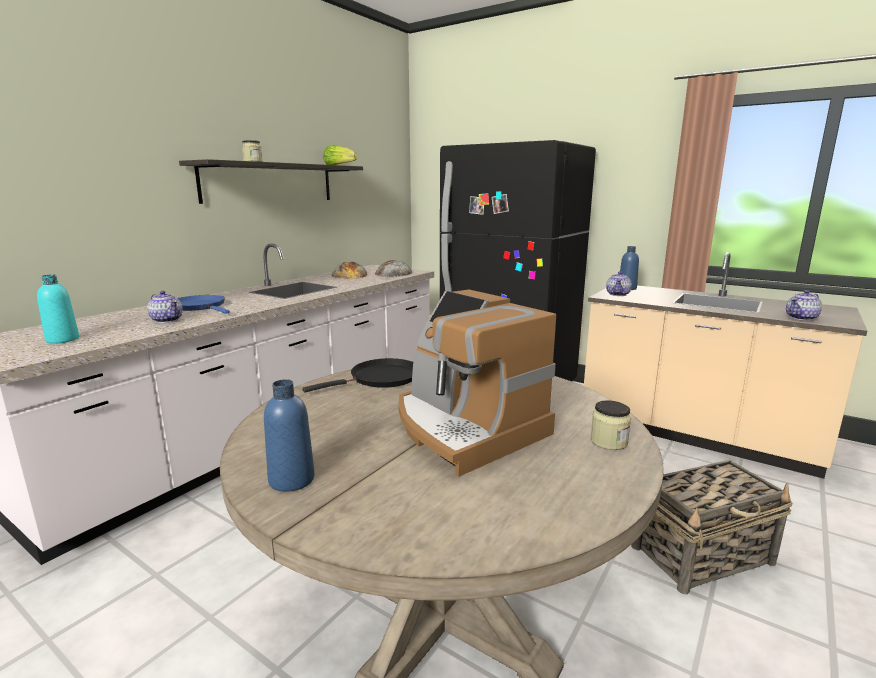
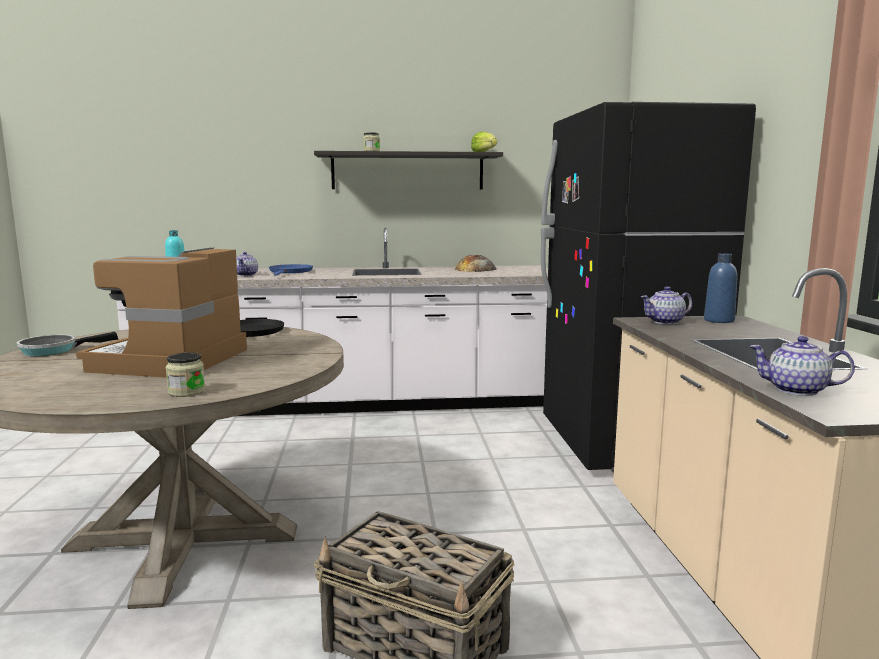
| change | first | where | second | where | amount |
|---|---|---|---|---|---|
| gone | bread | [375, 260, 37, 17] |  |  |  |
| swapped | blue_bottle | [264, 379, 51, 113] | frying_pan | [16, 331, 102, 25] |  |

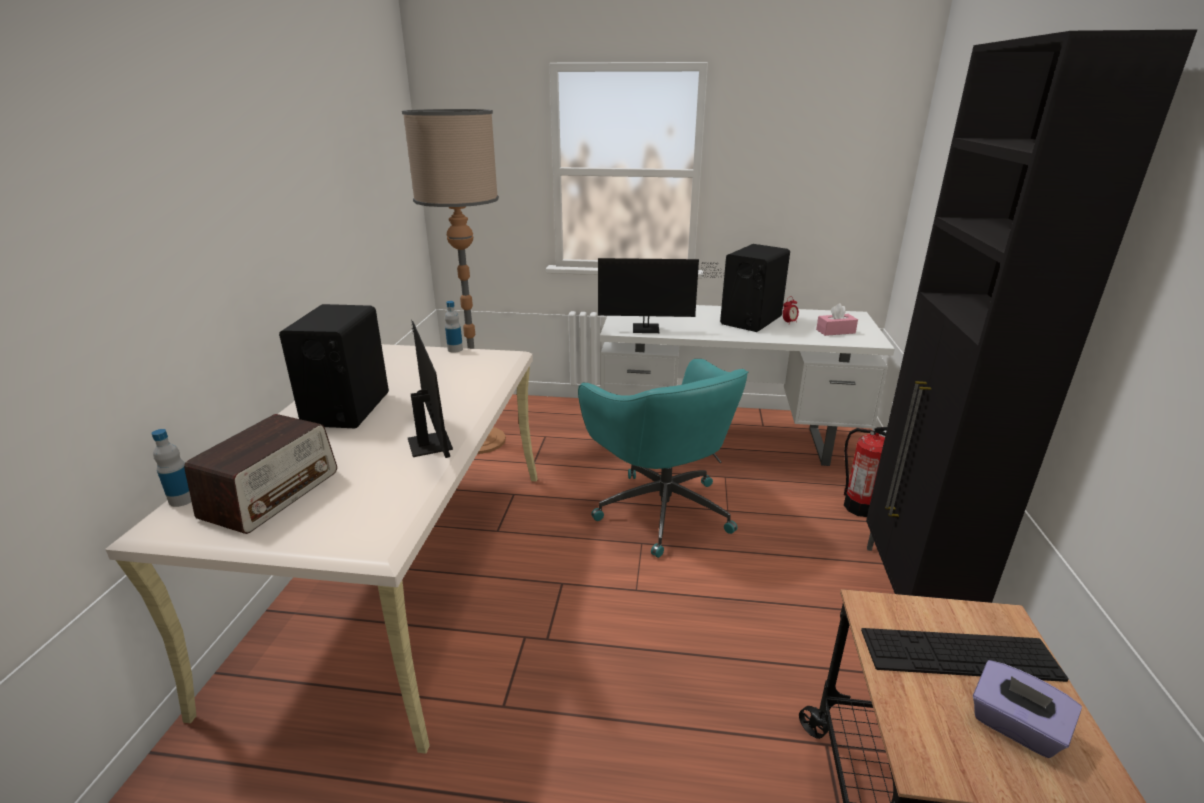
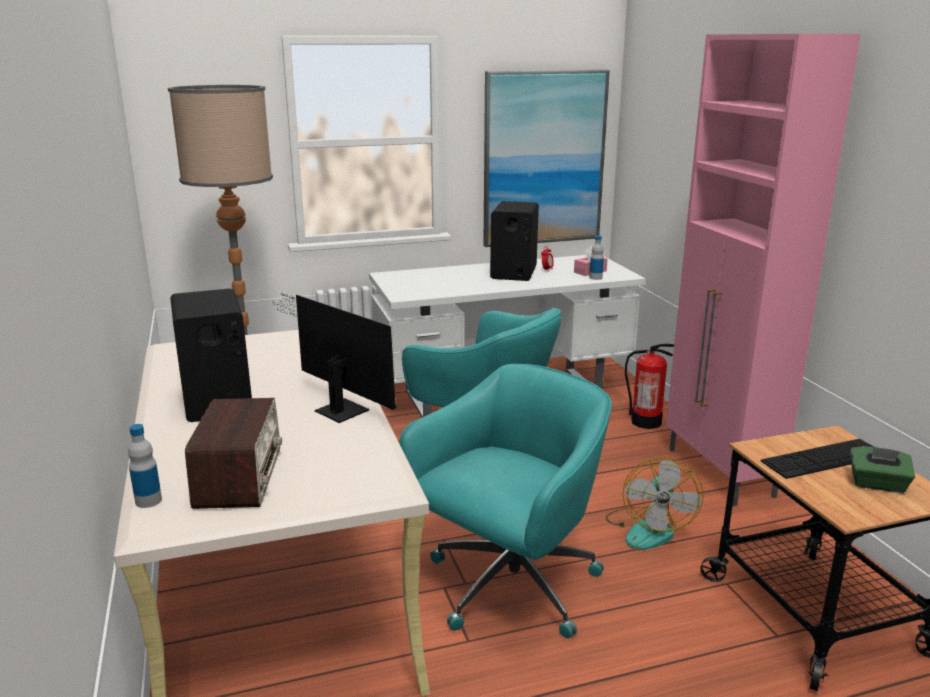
| change | first | where | second | where | amount |
|---|---|---|---|---|---|
| repainted | black_cabinet | [866, 29, 332, 574] | pink_cabinet | [666, 34, 195, 472] |  |
| gone | monitor | [598, 258, 126, 75] |  |  |  |
| shifted | bottle | [445, 301, 18, 52] |  | [589, 235, 15, 45] |  |
| repainted | purple_tissue_box | [973, 660, 109, 98] | green_tissue_box | [850, 446, 65, 47] |  |
| new |  |  | picture | [483, 70, 127, 177] |  |
| new |  |  | turquoise_office_chair | [399, 364, 213, 274] |  |
| new |  |  | fan | [605, 457, 98, 93] |  |

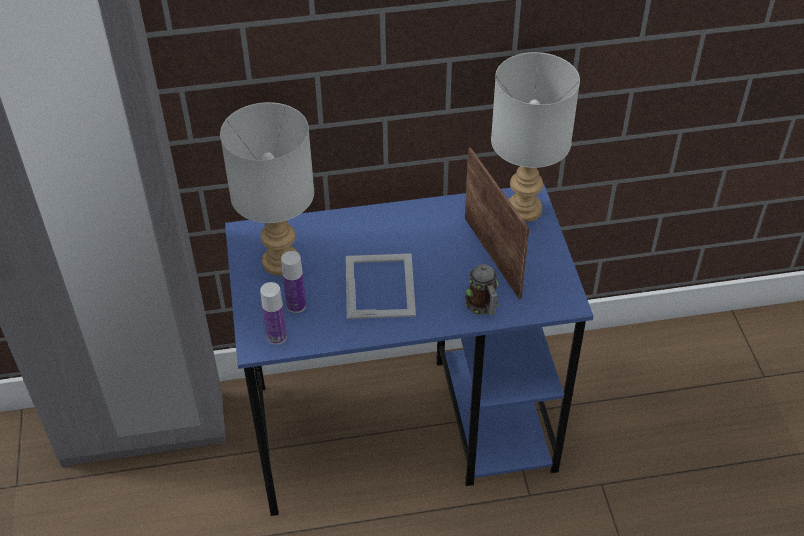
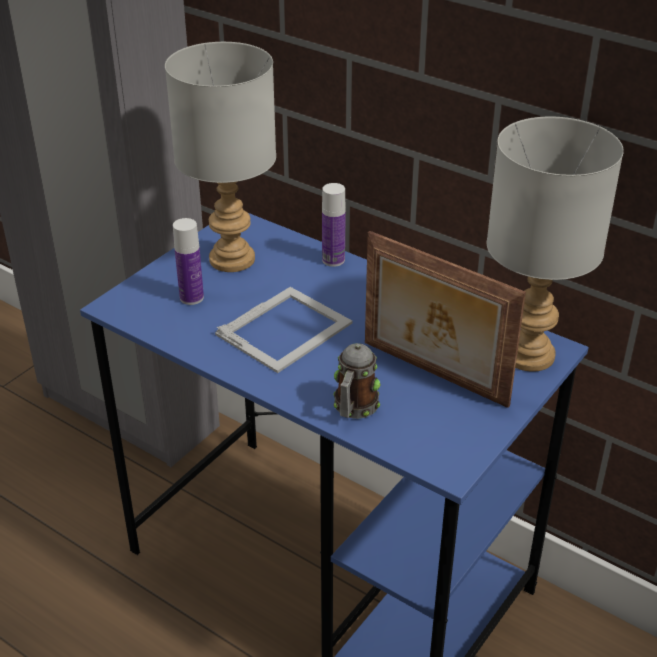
| change | first | where | second | where | amount |
|---|---|---|---|---|---|
| rotated | picture_frame | [465, 148, 64, 151] |  | [365, 231, 161, 177] | 105 degrees clockwise |
| shifted | bottle | [260, 282, 27, 63] |  | [322, 183, 24, 84] |  |

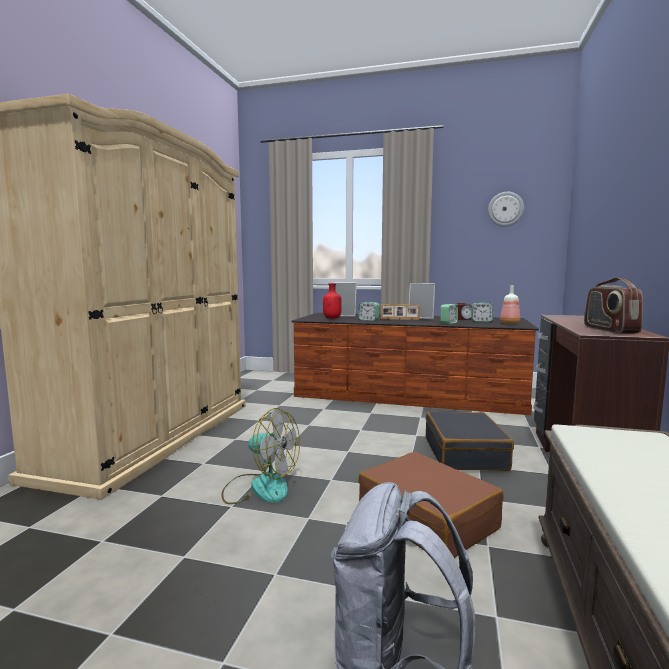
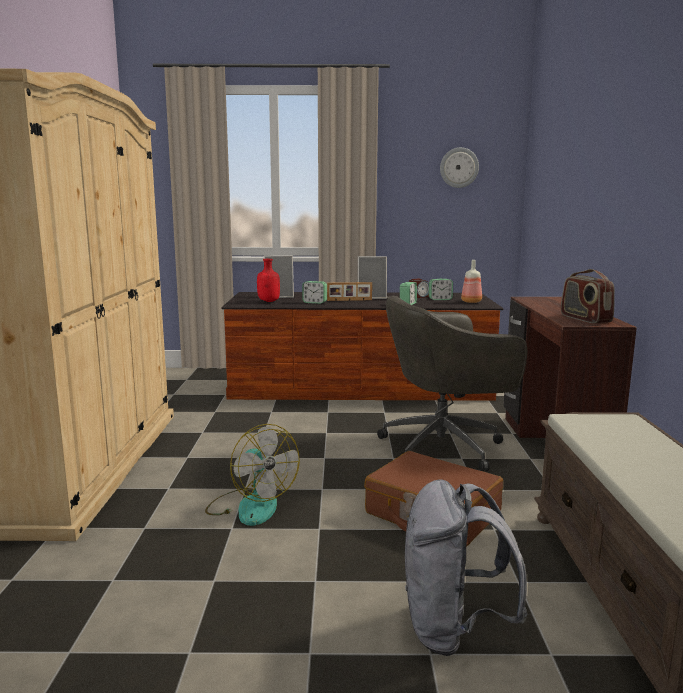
| change | first | where | second | where | amount |
|---|---|---|---|---|---|
| rotated | fan | [221, 408, 79, 96] |  | [205, 424, 95, 102] | 45 degrees clockwise |
| swapped | black_suitcase | [426, 412, 88, 59] | grey_office_chair | [377, 296, 150, 175] |  |

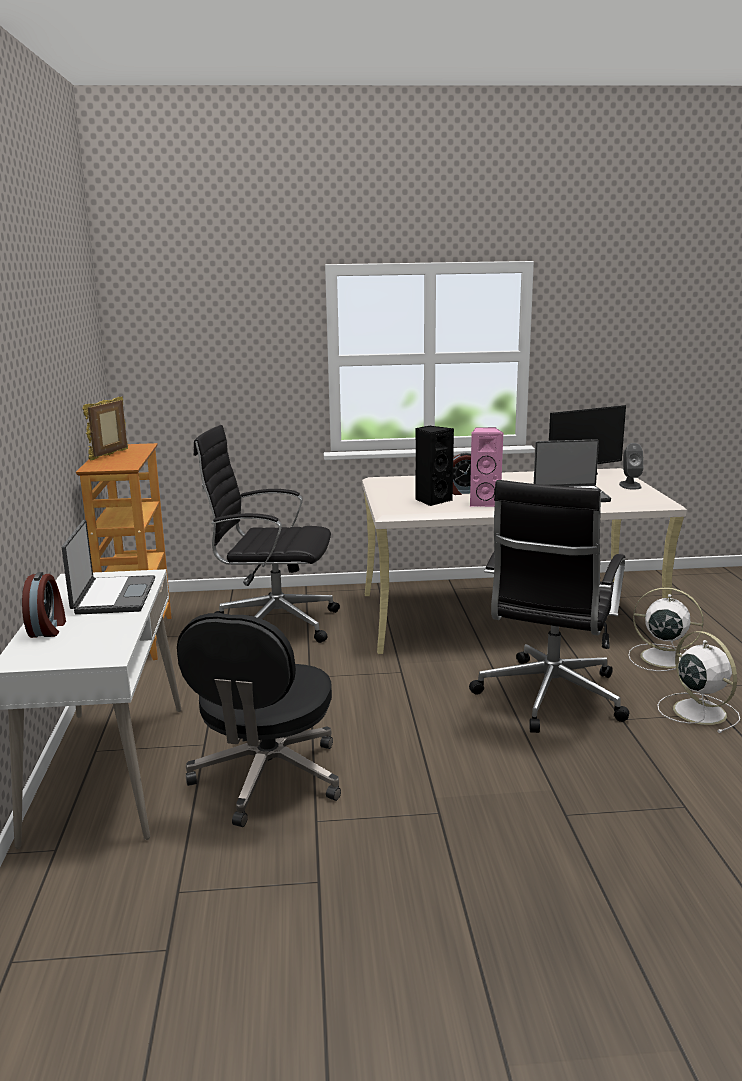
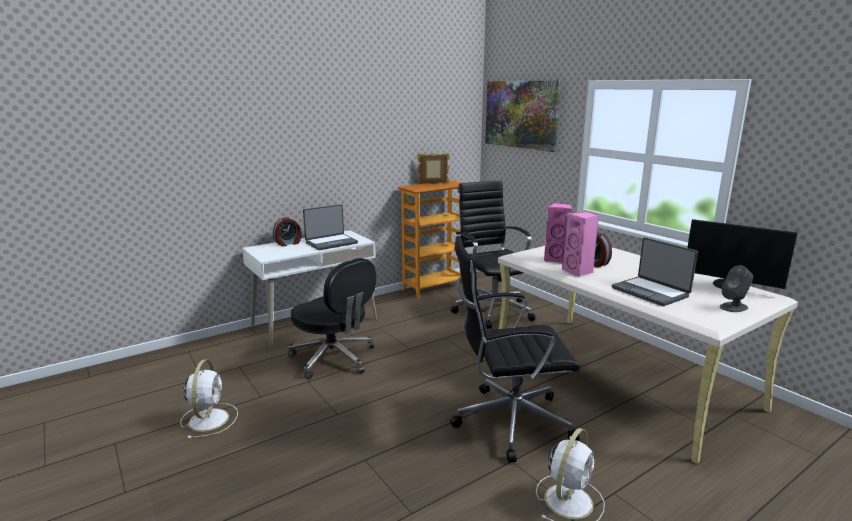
| change | first | where | second | where | amount |
|---|---|---|---|---|---|
| repainted | black_speaker | [415, 426, 39, 80] | pink_speaker | [544, 203, 28, 60] |  |
| shifted | white_fan | [628, 587, 76, 84] |  | [180, 359, 58, 80] |  |
| rotated | black_office_chair | [177, 613, 164, 214] |  | [288, 258, 88, 121] | 120 degrees counterclockwise |
| new |  |  | picture | [485, 80, 76, 72] |  |

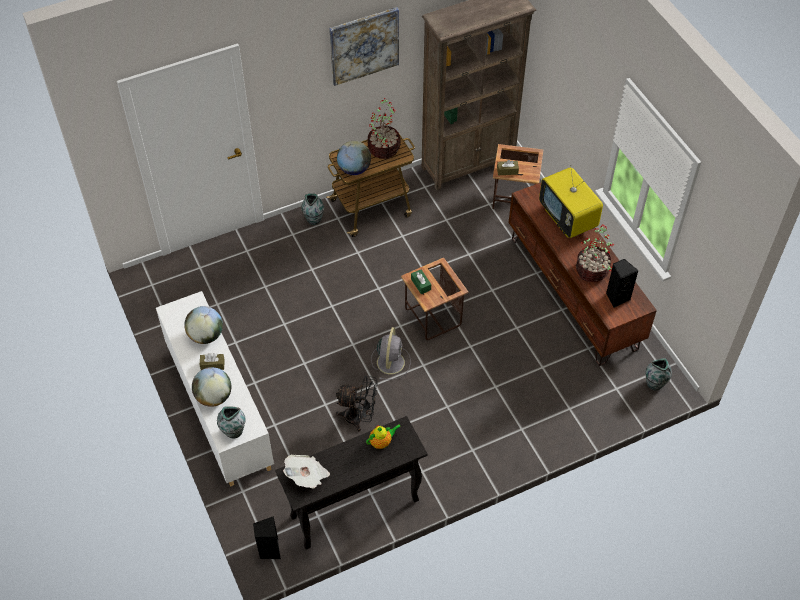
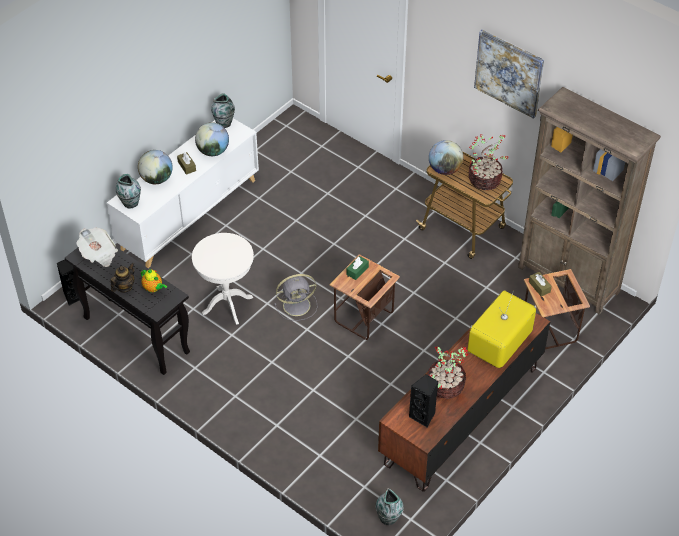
| change | first | where | second | where | amount |
|---|---|---|---|---|---|
| shifted | vase | [301, 193, 23, 32] |  | [211, 93, 24, 35] |  |
| swapped | black_fan | [336, 376, 42, 55] | white_side_table | [192, 233, 62, 92] |  |
| new |  |  | teapot | [111, 263, 23, 30] |  |

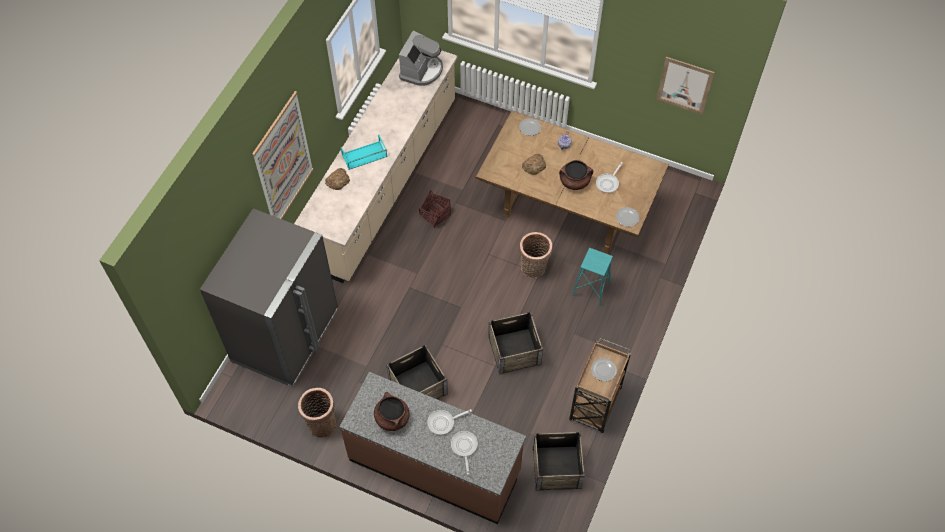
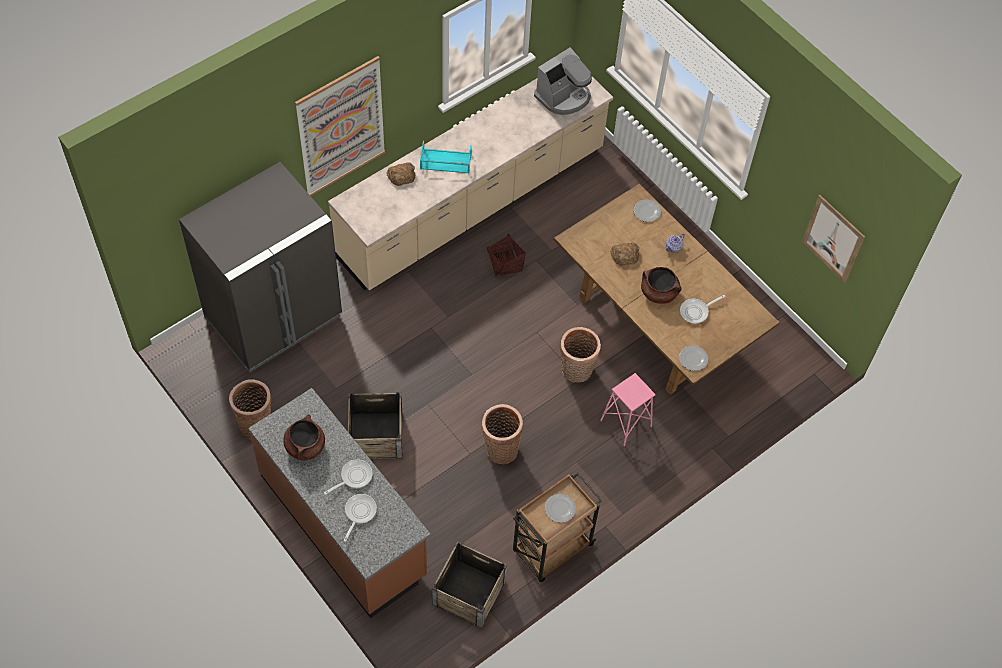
| change | first | where | second | where | amount |
|---|---|---|---|---|---|
| repainted | turquoise_stool | [572, 248, 41, 58] | pink_stool | [600, 373, 56, 73] |  |
| swapped | crate | [488, 312, 55, 63] | basket | [481, 404, 42, 60] |  |
| rotated | frying_pan | [427, 409, 45, 26] |  | [324, 459, 49, 36] | 135 degrees clockwise |

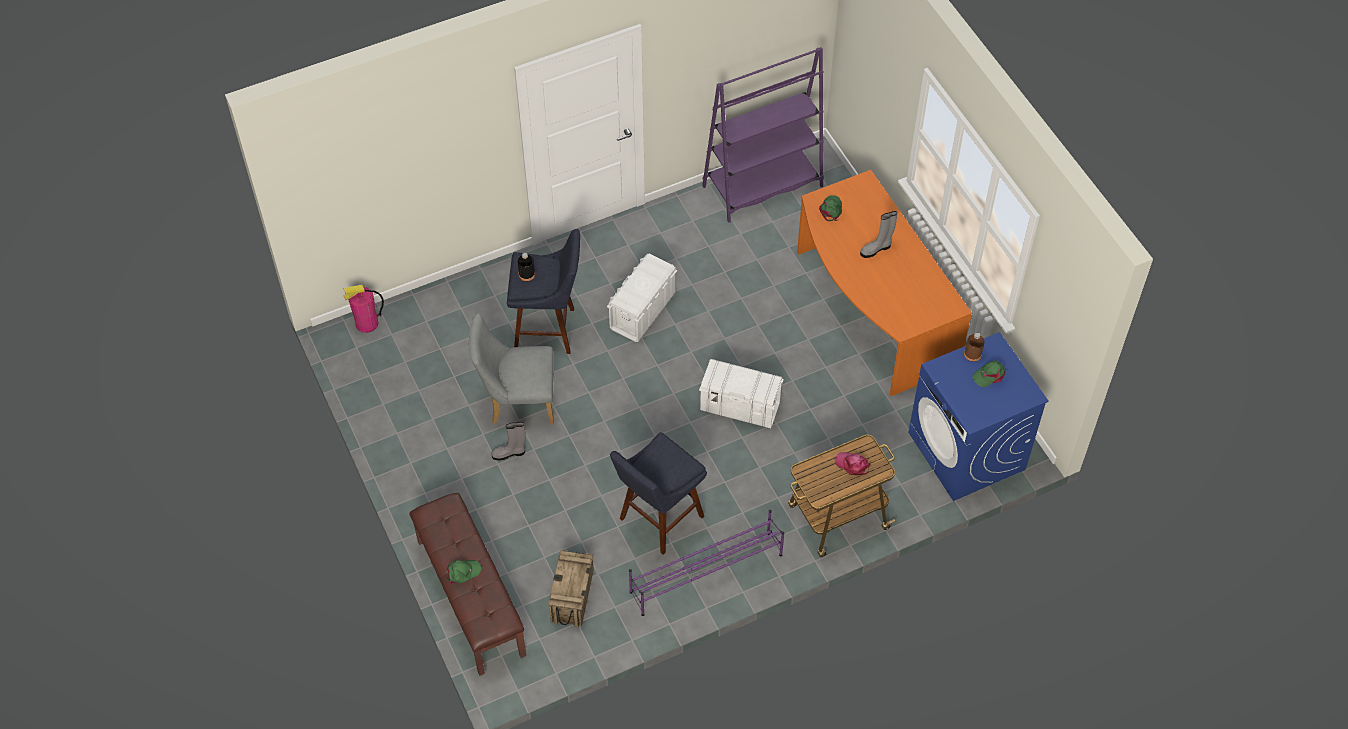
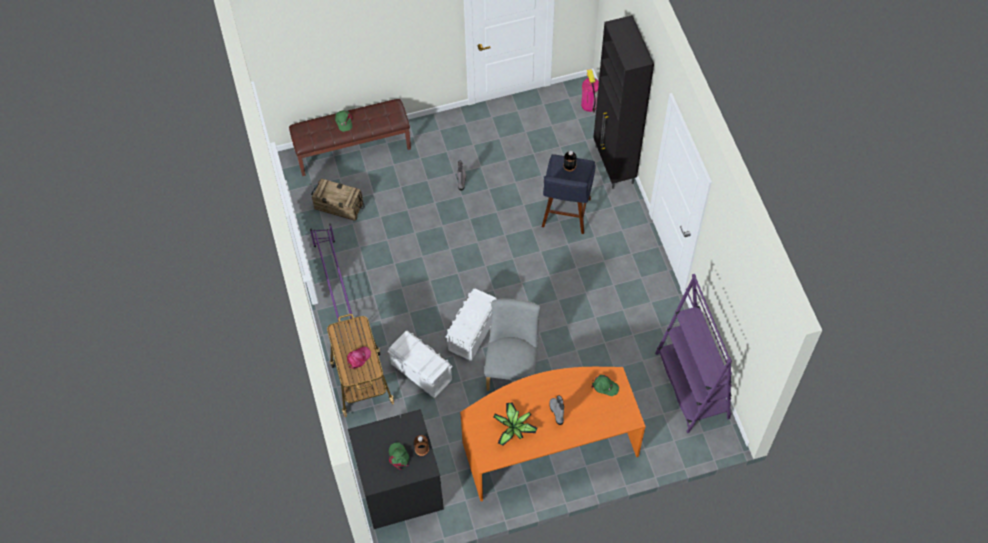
| change | first | where | second | where | amount |
|---|---|---|---|---|---|
| shifted | white_storage_box | [607, 254, 70, 88] |  | [387, 331, 66, 67] |  |
| shifted | grey_chair | [469, 313, 85, 112] |  | [484, 299, 56, 92] |  |
| repainted | blue_washing_machine | [908, 332, 141, 169] | black_washing_machine | [348, 409, 96, 120] |  |
| gone | blue_stool | [610, 432, 97, 123] |  |  |  |
| new |  |  | black_cabinet | [593, 15, 61, 174] |  |
| new |  |  | potted_plant | [493, 403, 44, 43] |  |

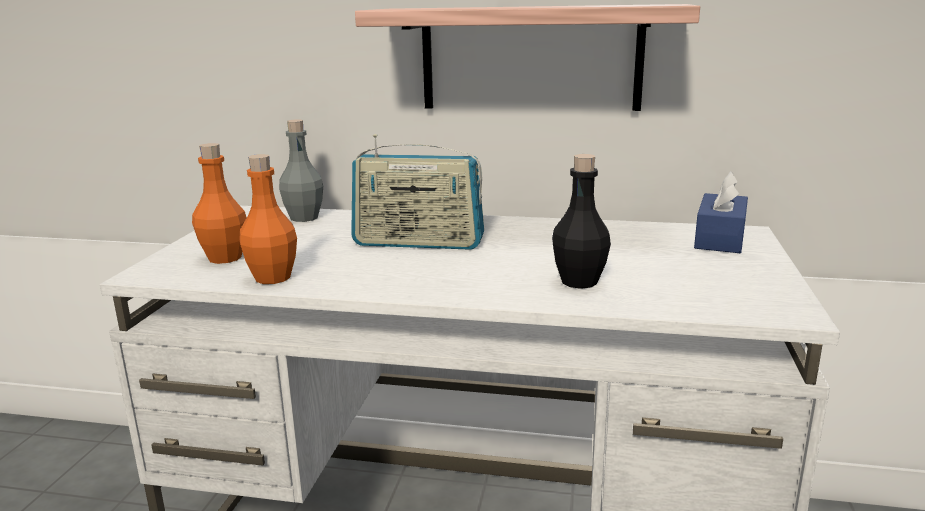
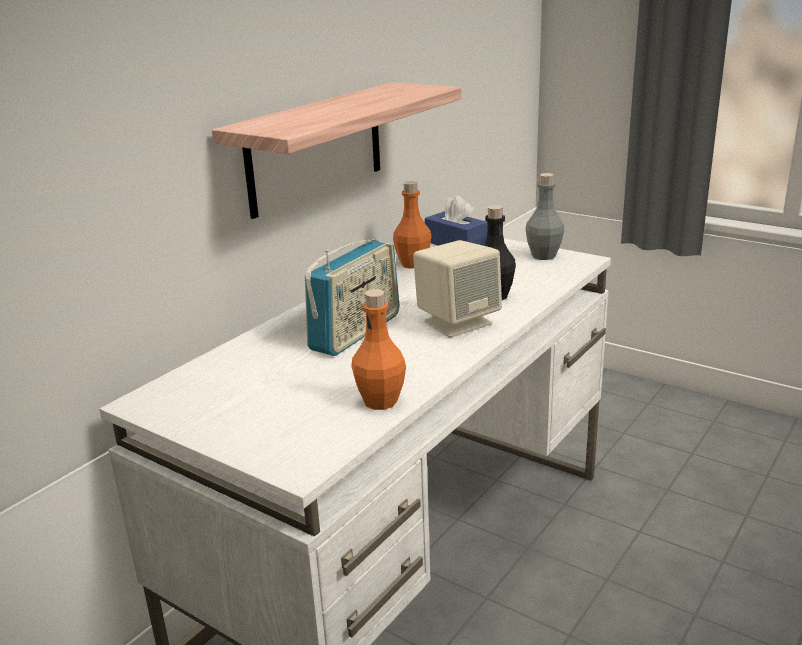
| change | first | where | second | where | amount |
|---|---|---|---|---|---|
| shifted | grey_bottle | [279, 120, 44, 102] |  | [525, 173, 39, 87] |  |
| shifted | orange_bottle | [192, 143, 55, 121] |  | [393, 181, 39, 88] |  |
| new |  |  | beige_speaker | [413, 240, 89, 98] |  |

